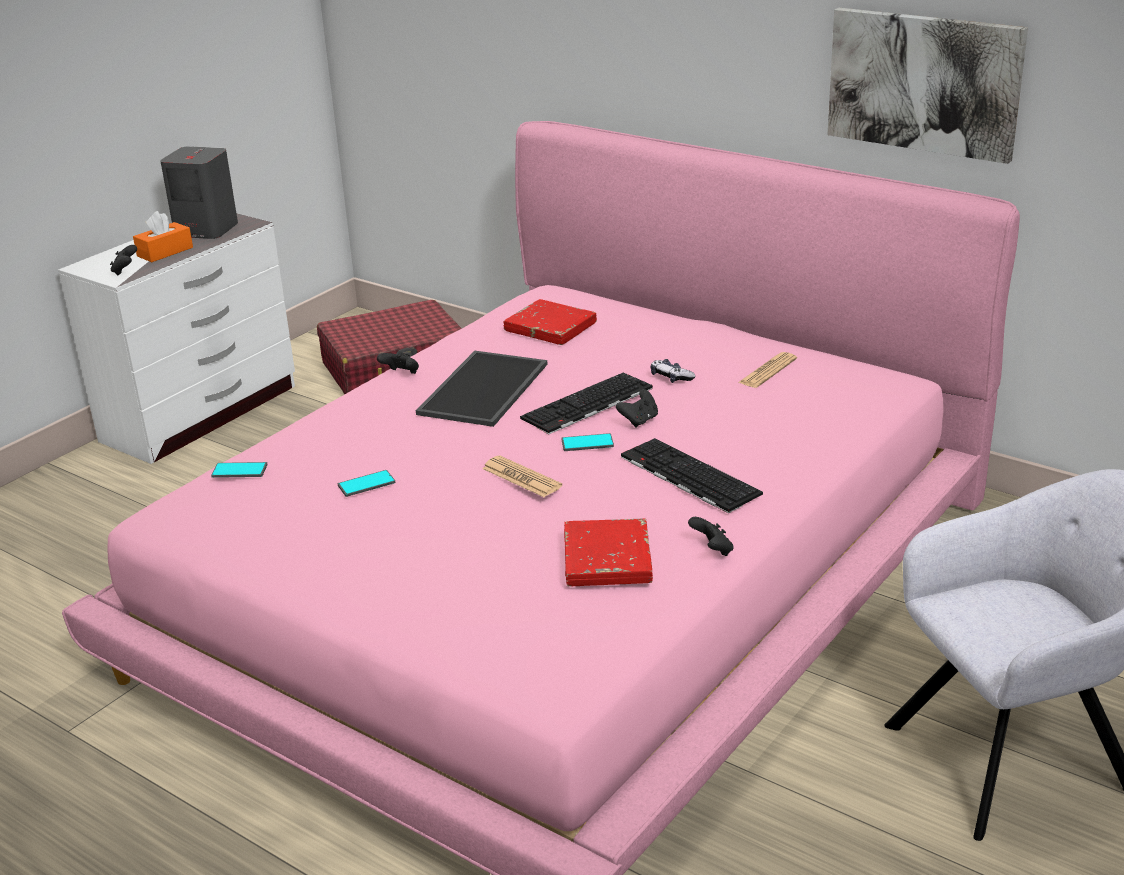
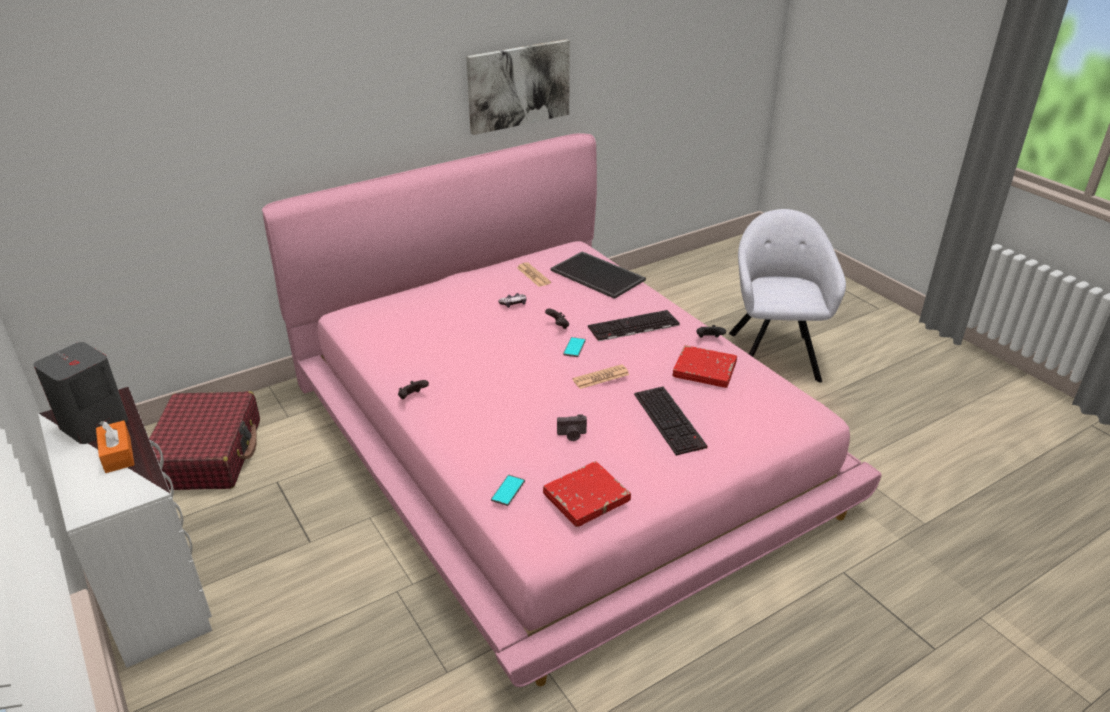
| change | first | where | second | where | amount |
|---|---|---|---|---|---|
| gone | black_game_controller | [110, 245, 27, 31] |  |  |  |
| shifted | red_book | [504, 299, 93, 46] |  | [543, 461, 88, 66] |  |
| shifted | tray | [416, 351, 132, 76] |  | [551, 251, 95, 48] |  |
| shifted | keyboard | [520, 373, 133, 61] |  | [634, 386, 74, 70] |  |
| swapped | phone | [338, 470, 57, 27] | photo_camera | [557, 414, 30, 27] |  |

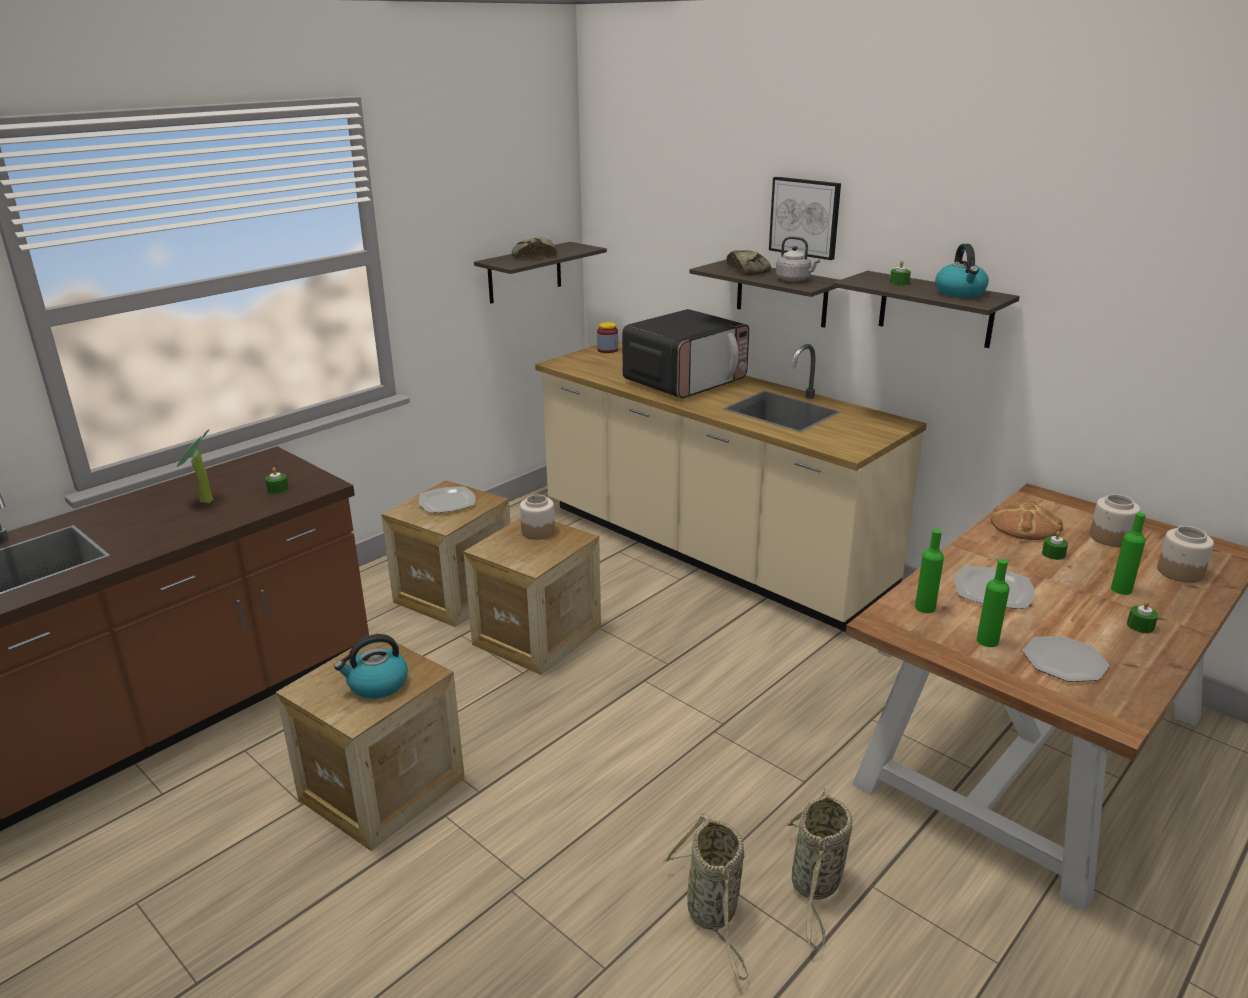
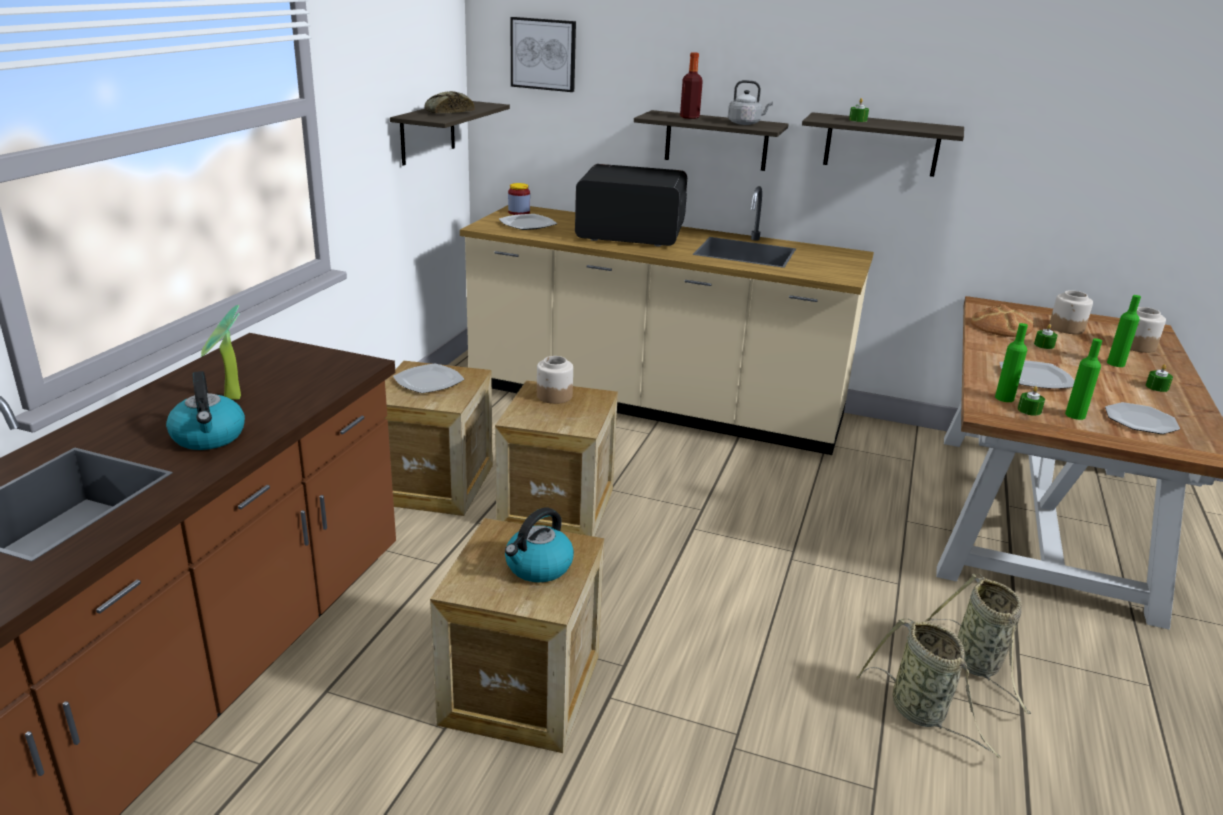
| change | first | where | second | where | amount |
|---|---|---|---|---|---|
| shifted | picture | [769, 177, 72, 83] |  | [511, 17, 65, 75] |  |
| shifted | kettle | [935, 244, 54, 54] |  | [166, 371, 79, 79] |  |
| swapped | bread | [726, 250, 45, 25] | bottle | [680, 52, 23, 67] |  |
| rotated | microwave | [622, 309, 127, 89] |  | [575, 164, 112, 83] | 105 degrees counterclockwise |
| shifted | green_candle | [265, 467, 24, 27] |  | [1018, 386, 27, 30] |  |
| new |  |  | plate | [499, 214, 58, 16] |  |

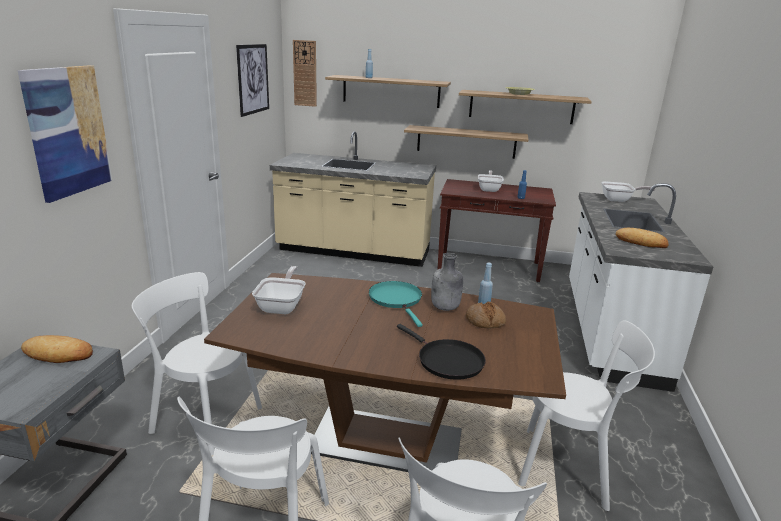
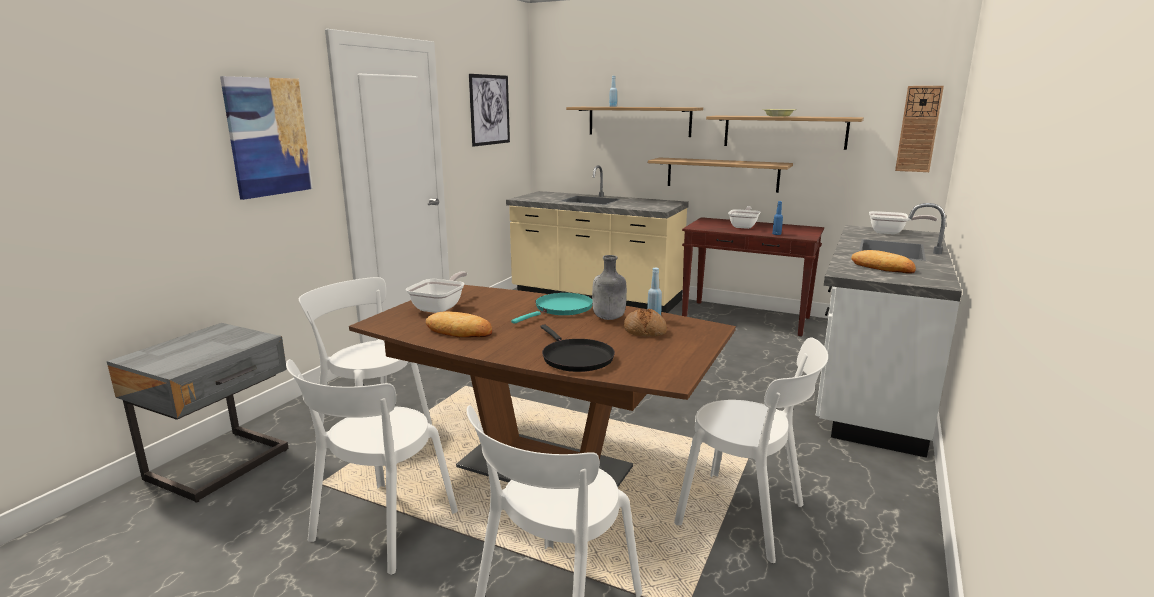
| change | first | where | second | where | amount |
|---|---|---|---|---|---|
| shifted | wall_clock | [293, 40, 24, 67] |  | [895, 86, 49, 86] |  |
| rotated | turquoise_frying_pan | [369, 281, 54, 46] |  | [511, 293, 82, 31] | 45 degrees clockwise |
| shifted | bread | [21, 335, 72, 28] |  | [426, 311, 66, 27] |  |

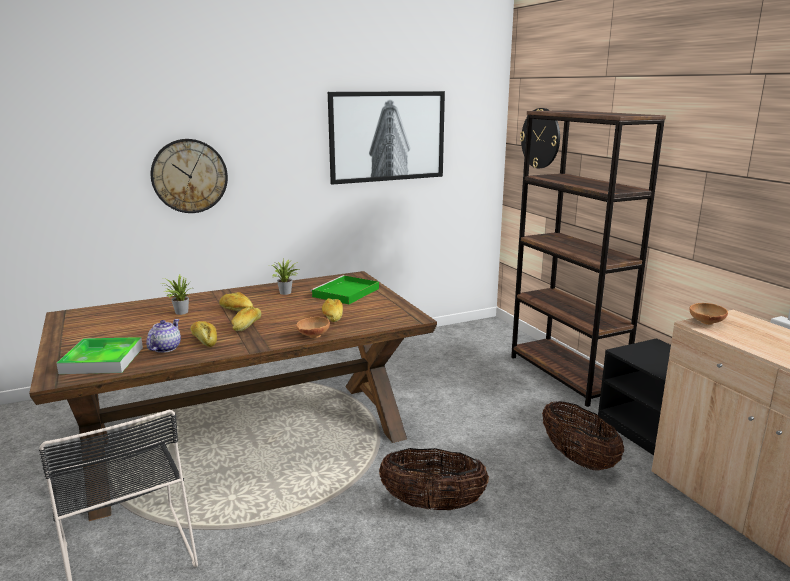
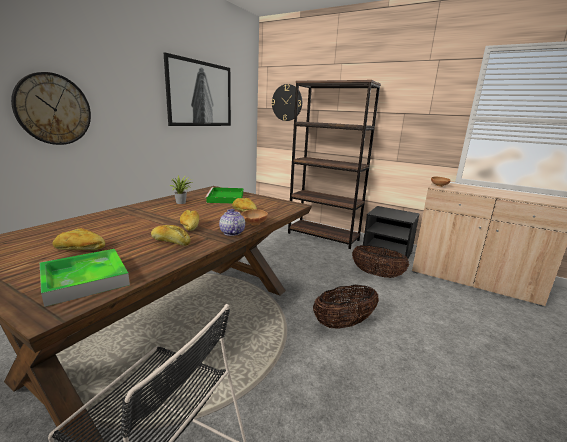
| change | first | where | second | where | amount |
|---|---|---|---|---|---|
| gone | potted_plant | [163, 274, 28, 41] |  |  |  |
| shifted | bread | [219, 292, 34, 20] |  | [53, 228, 52, 22] |  |
| shifted | teapot | [146, 319, 35, 34] |  | [219, 209, 26, 27] |  |

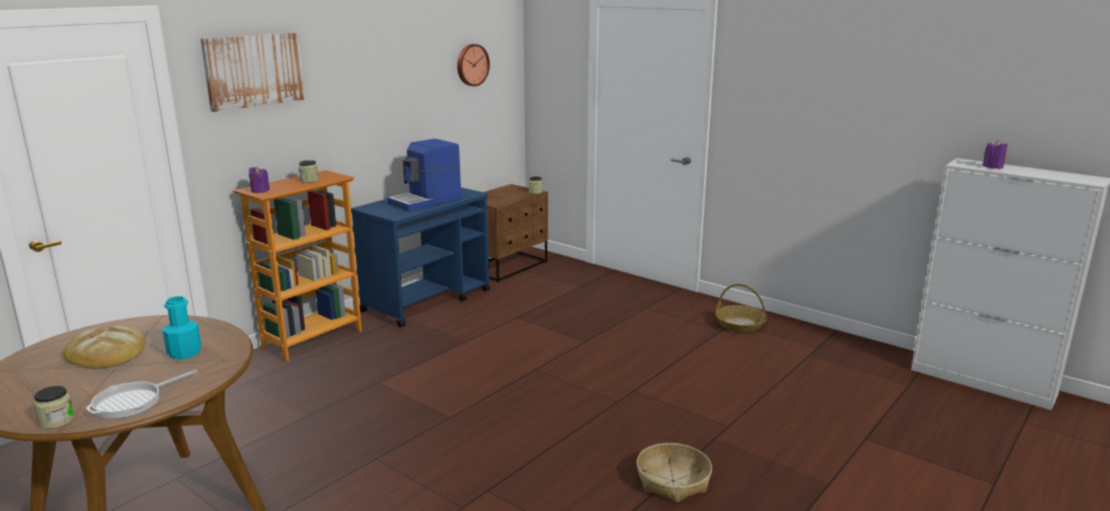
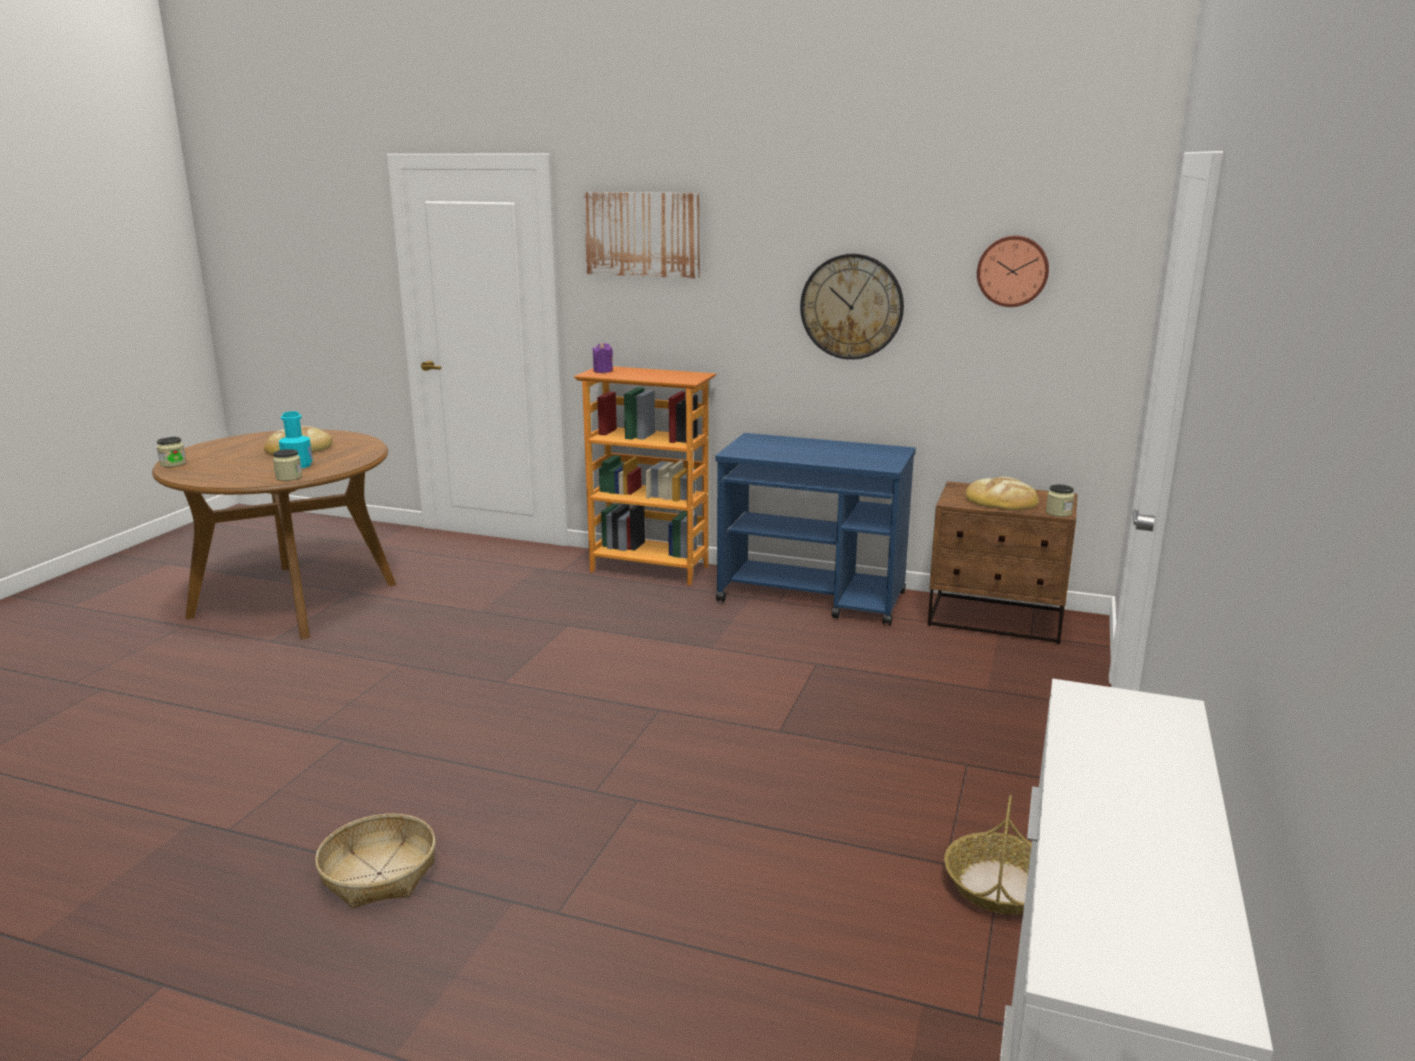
| change | first | where | second | where | amount |
|---|---|---|---|---|---|
| gone | coffee_machine | [387, 139, 74, 73] |  |  |  |
| gone | purple_candle | [982, 140, 25, 29] |  |  |  |
| shifted | jar | [298, 160, 21, 23] |  | [273, 449, 29, 32] |  |
| gone | frying_pan | [86, 370, 112, 49] |  |  |  |
| new |  |  | wall_clock | [800, 254, 104, 106] |  |
| new |  |  | bread | [966, 477, 73, 33] |  |

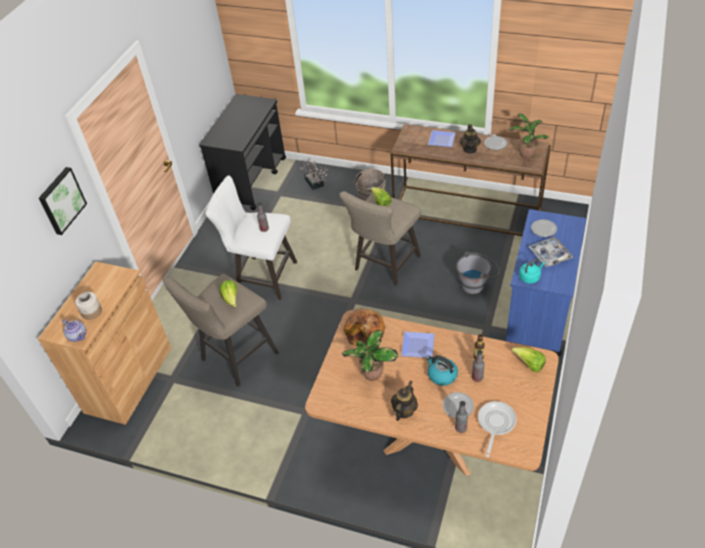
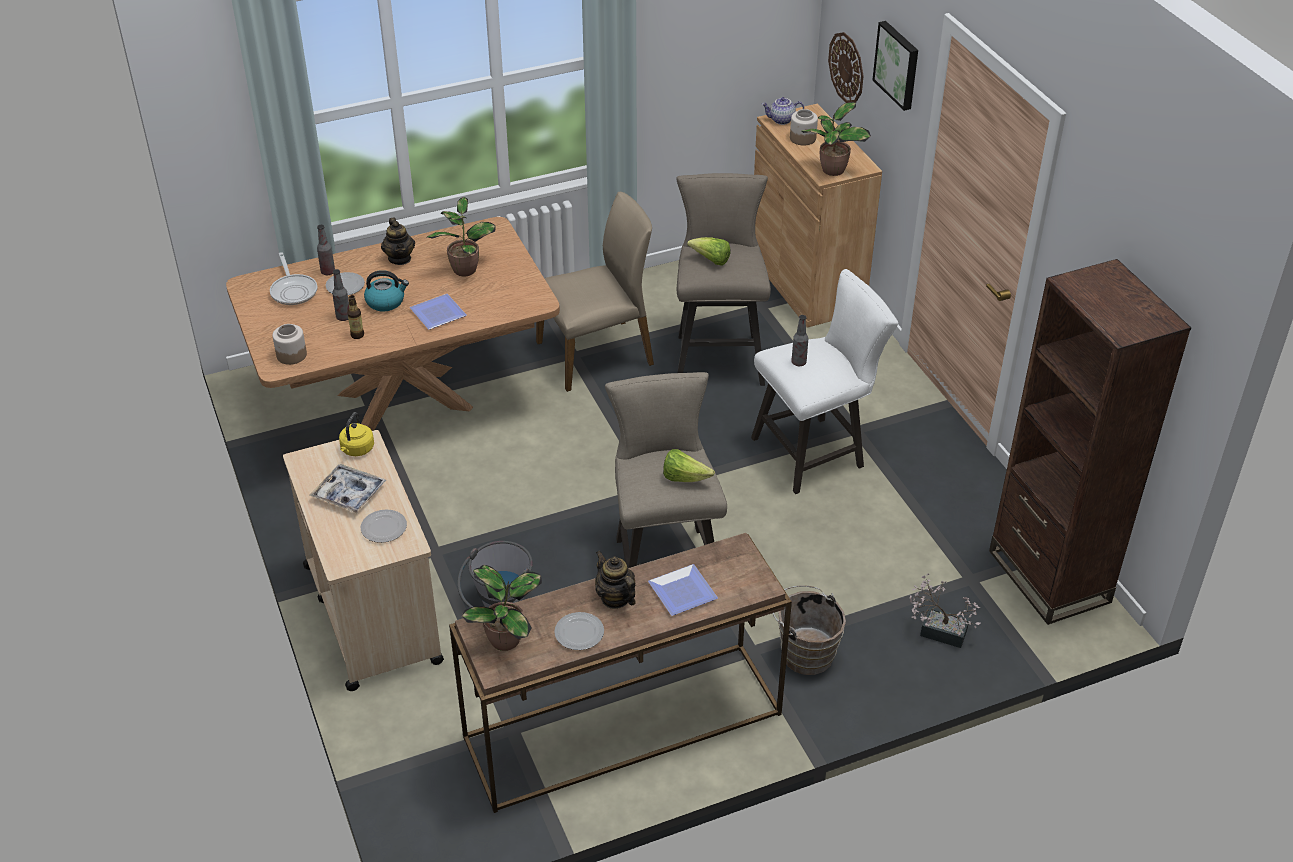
| change | first | where | second | where | amount |
|---|---|---|---|---|---|
| swapped | black_cart | [199, 94, 87, 116] | brown_bookcase | [989, 259, 202, 366] |  |
| repainted | blue_cart | [505, 209, 81, 147] | beige_cart | [283, 430, 161, 261] |  |
| repainted | turquoise_kettle | [519, 259, 26, 25] | yellow_kettle | [339, 412, 35, 44] |  |
| gone | bread | [343, 308, 43, 39] |  |  |  |
| swapped | lettuce | [511, 347, 35, 26] | jar | [272, 324, 35, 41] |  |
| new |  |  | wall_clock | [828, 32, 36, 71] |  |
| new |  |  | potted_plant | [802, 102, 69, 74] |  |
| new |  |  | beige_chair | [536, 192, 118, 200] |  |

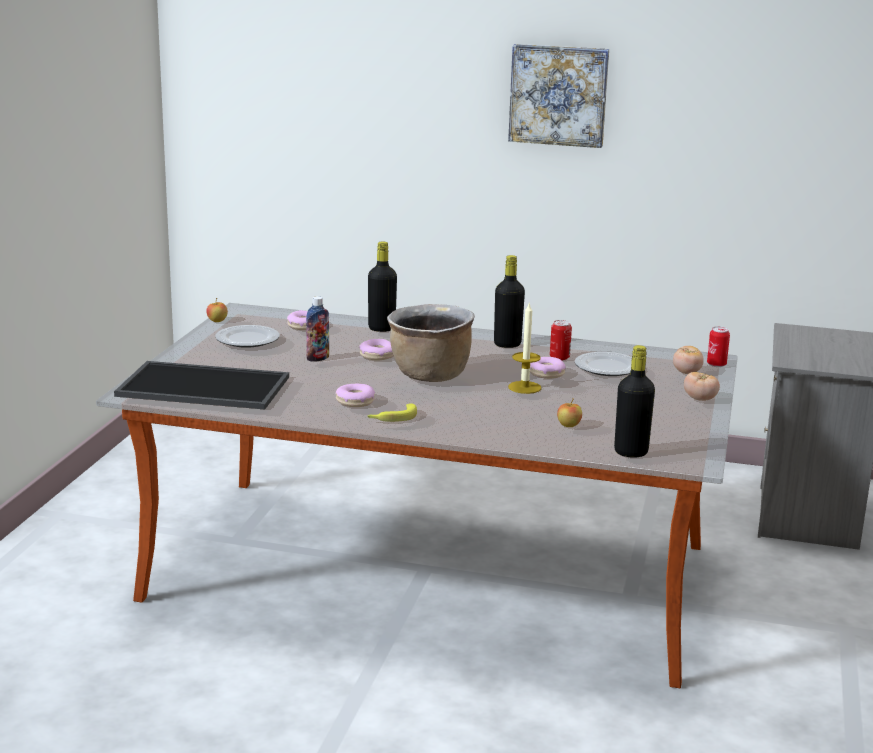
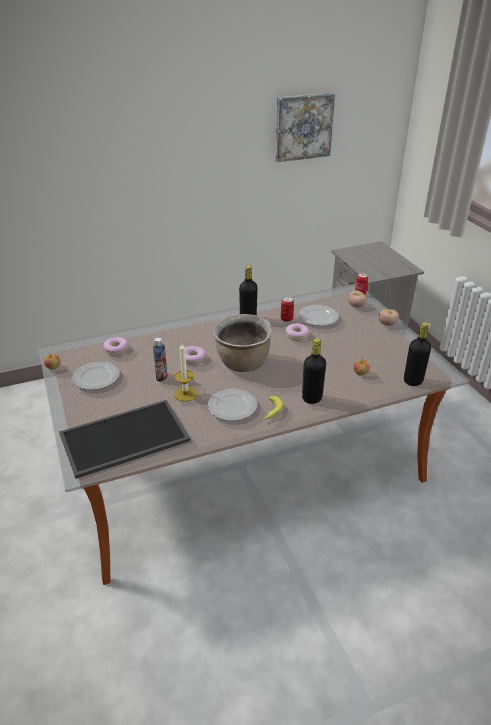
| change | first | where | second | where | amount |
|---|---|---|---|---|---|
| shifted | picture | [508, 44, 101, 104] |  | [275, 93, 60, 69] |  |
| shifted | black_bottle | [368, 241, 29, 91] |  | [302, 338, 24, 66] |  |
| shifted | candle | [508, 304, 33, 90] |  | [174, 344, 23, 58] |  |
| swapped | donut | [336, 383, 39, 24] | plate | [208, 389, 49, 32] |  |

